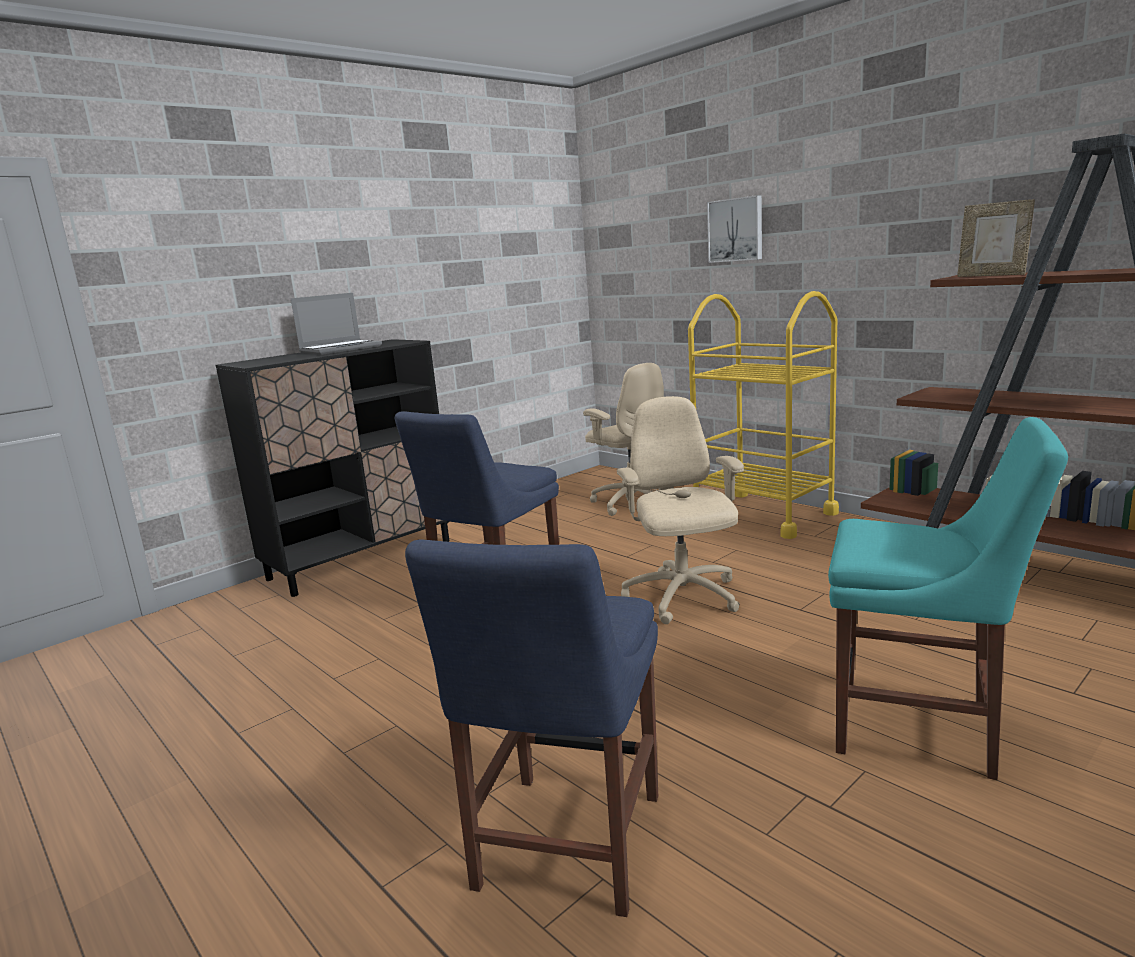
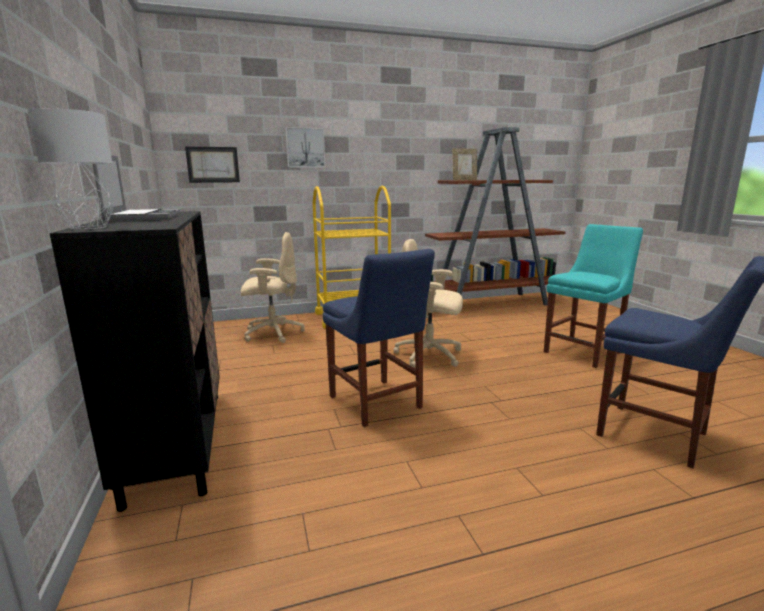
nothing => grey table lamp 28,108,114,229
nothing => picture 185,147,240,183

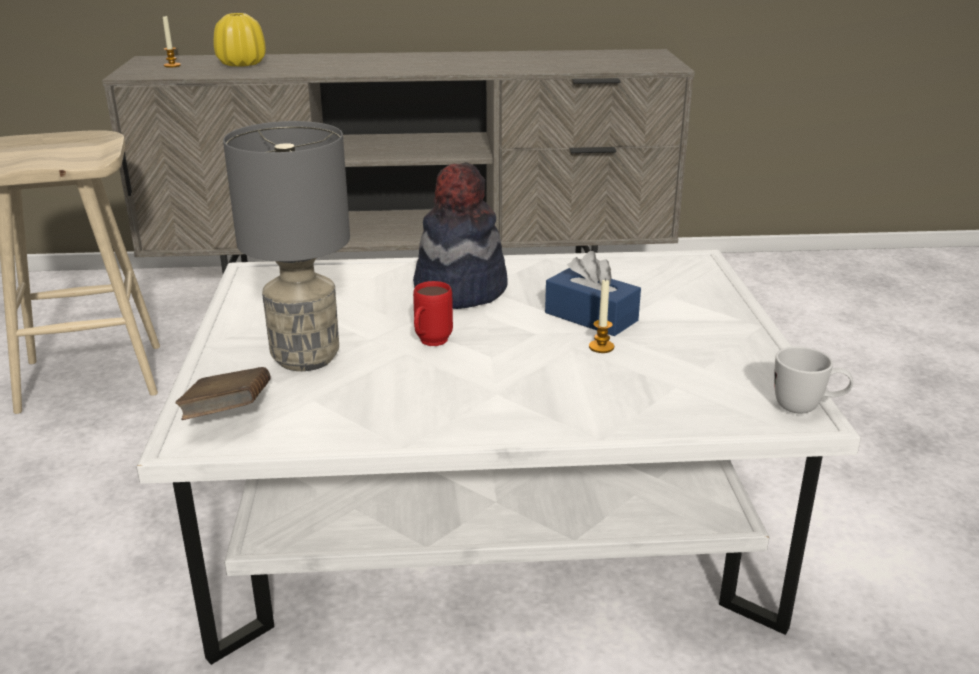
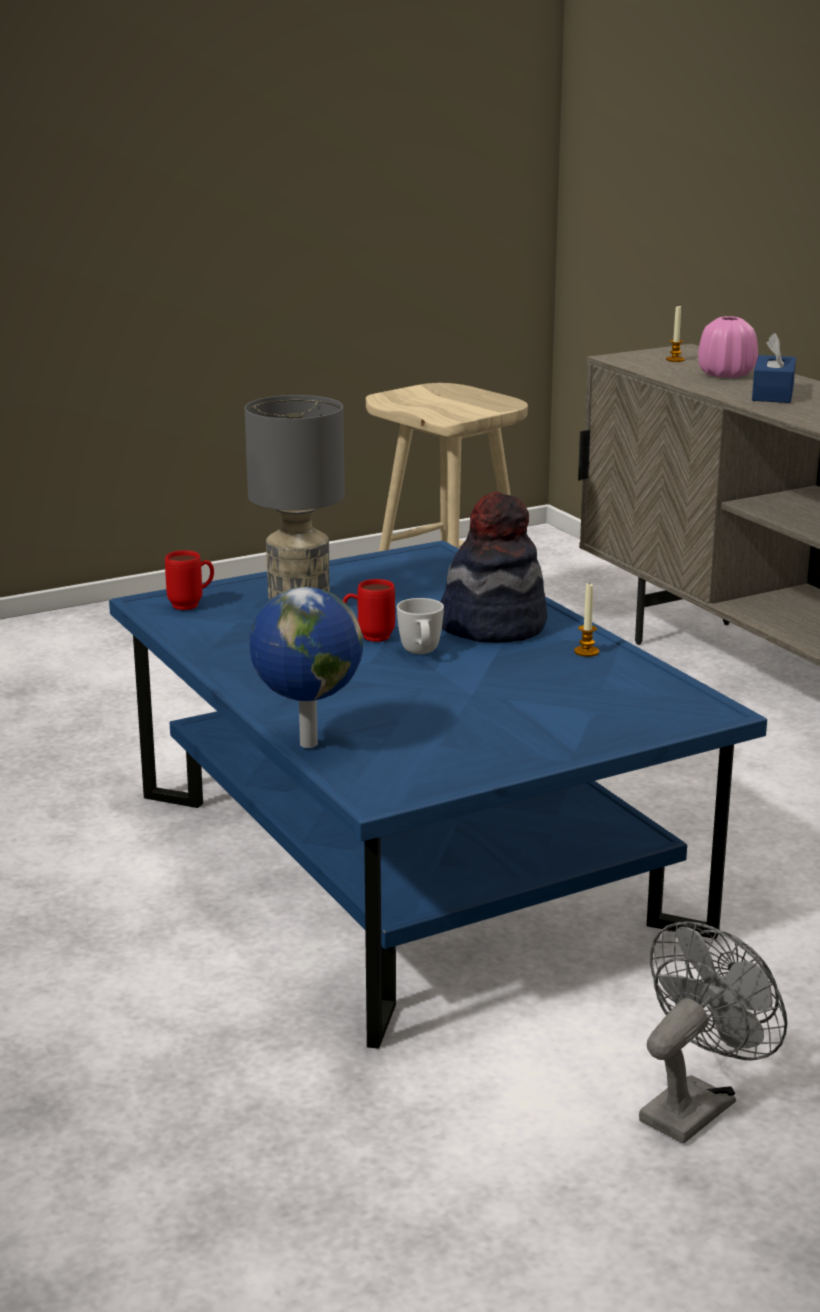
white coffee table 136,250,861,665 => blue coffee table 109,541,767,1049
brown book 175,367,271,420 => red mug 165,550,214,610
yellow vase 214,13,266,67 => pink vase 698,316,758,378
blue tissue box 545,251,641,336 => blue tissue box 752,333,796,403, relocated
candle 589,278,614,353 => candle 574,583,599,657, relocated
white mug 774,347,853,413 => white mug 397,598,444,654, relocated
nothing => globe 249,587,363,748
nothing => grey fan 639,921,787,1143

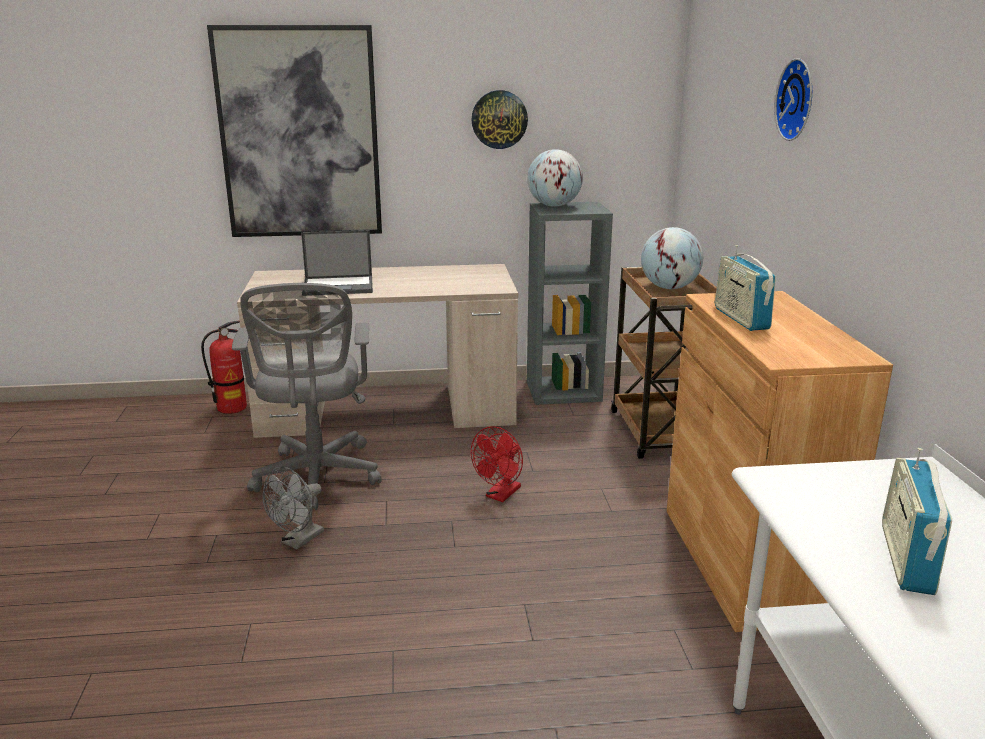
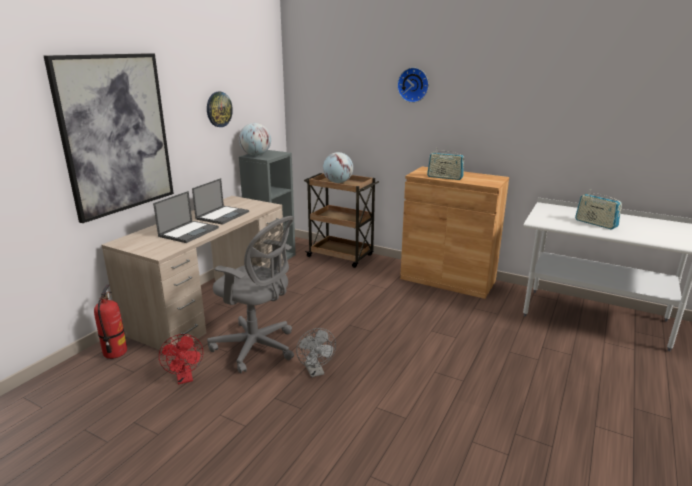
red fan 471,426,523,502 => red fan 159,334,203,384, relocated
nothing => laptop 192,178,249,225

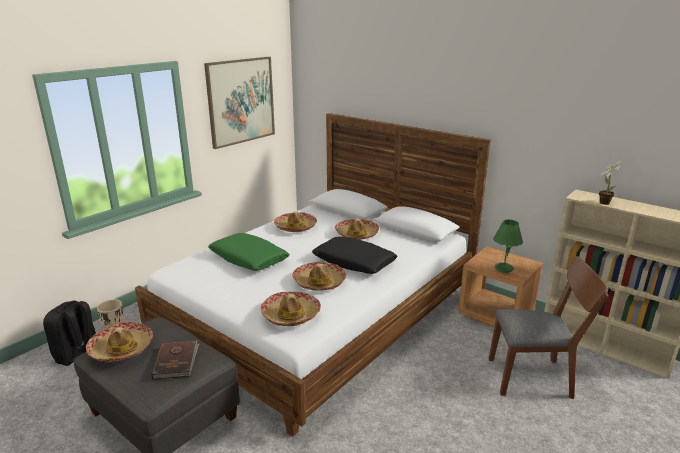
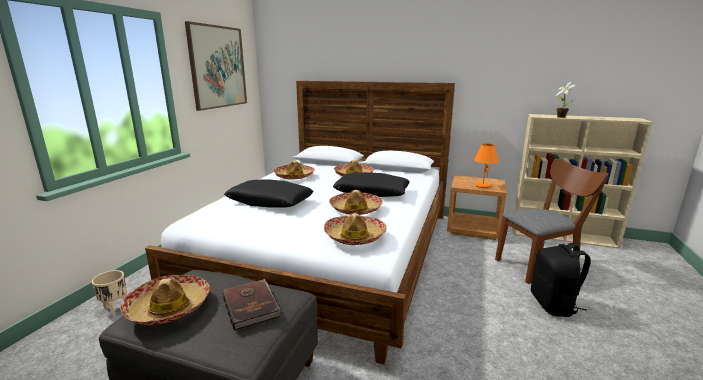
black backpack 43,301,96,366 => black backpack 531,243,591,317, relocated
green pillow 208,233,290,271 => black pillow 224,179,314,207
green table lamp 493,219,523,273 => orange table lamp 474,143,499,188

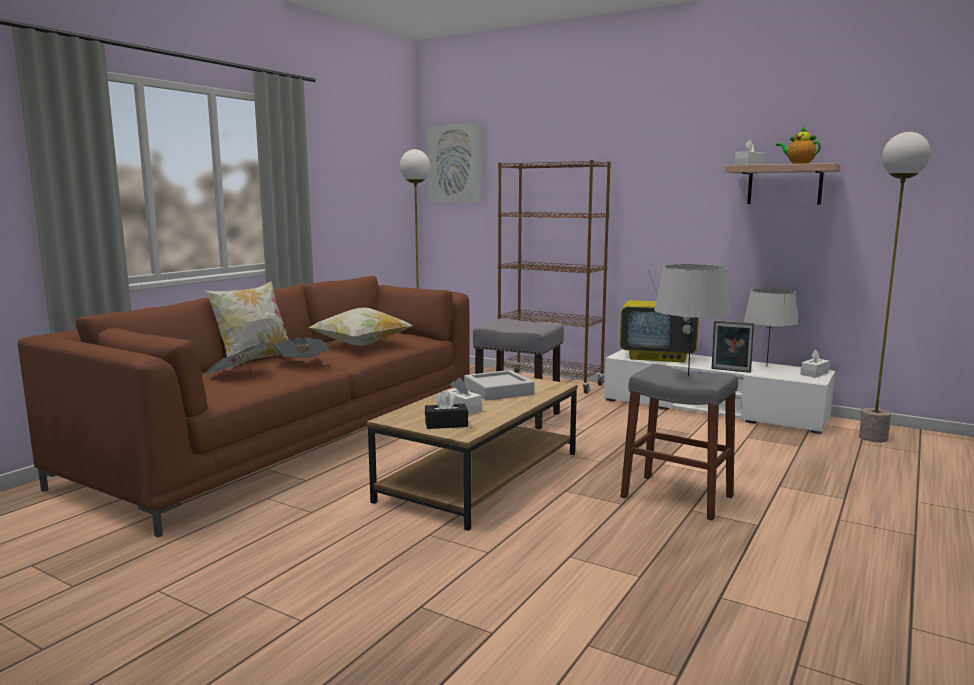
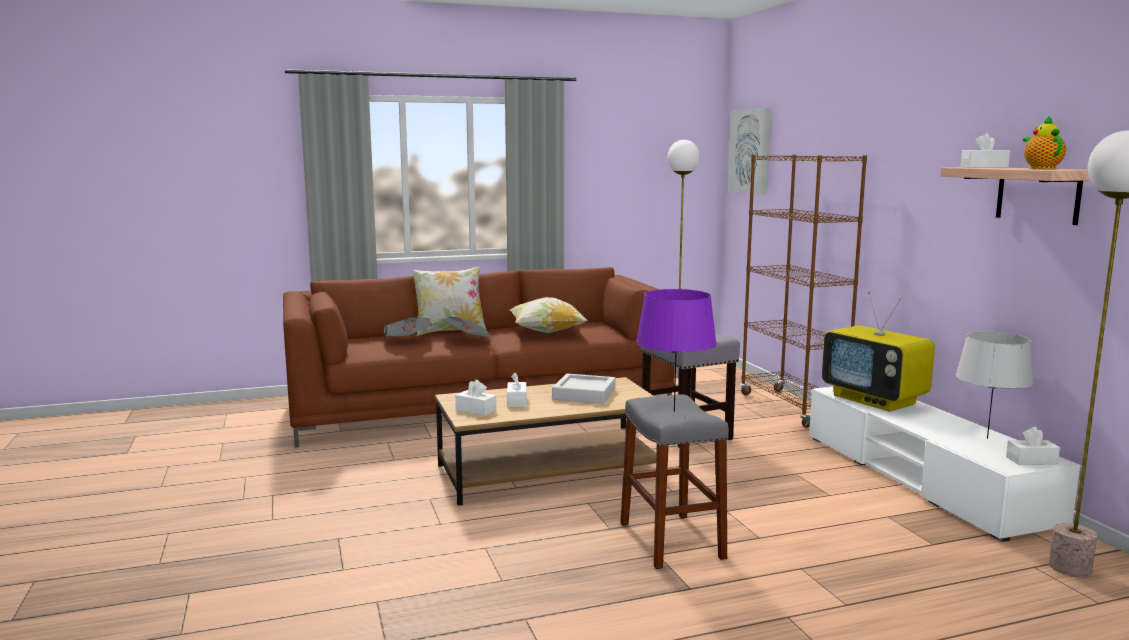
black tissue box 425,390,468,429 => white tissue box 455,380,496,416
grey table lamp 654,264,731,377 => purple table lamp 636,289,717,412
picture frame 712,320,754,373 => nothing

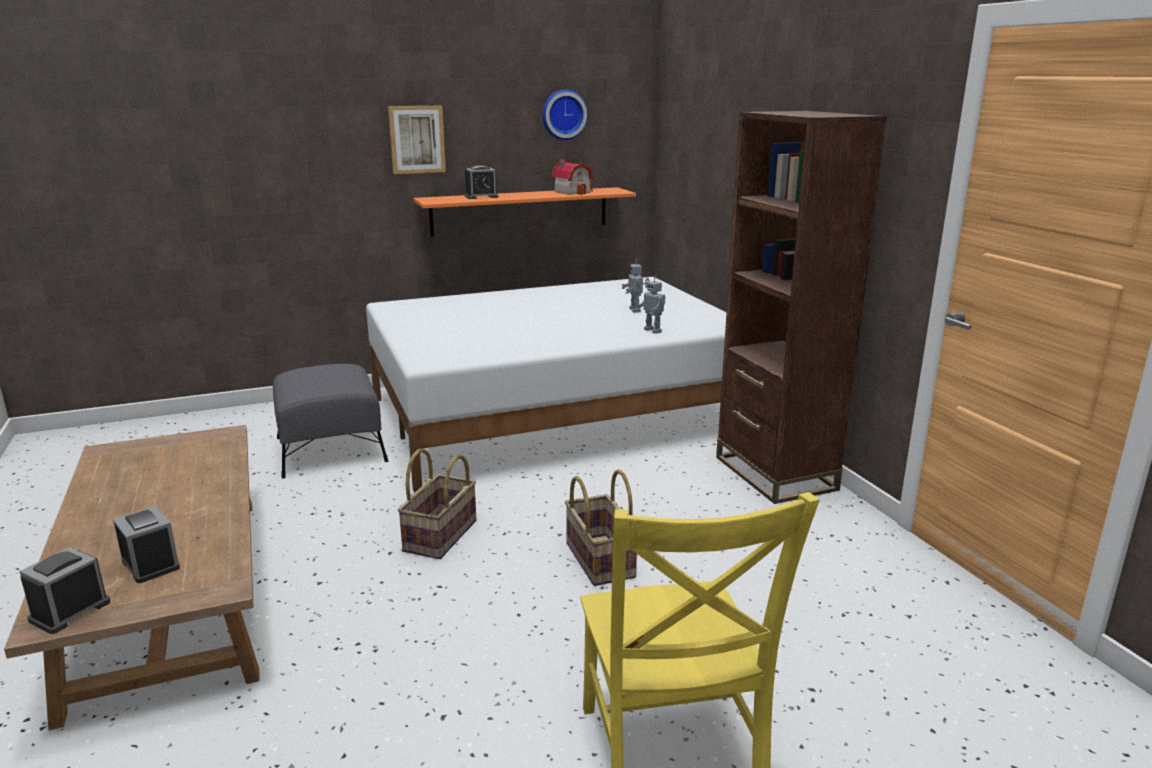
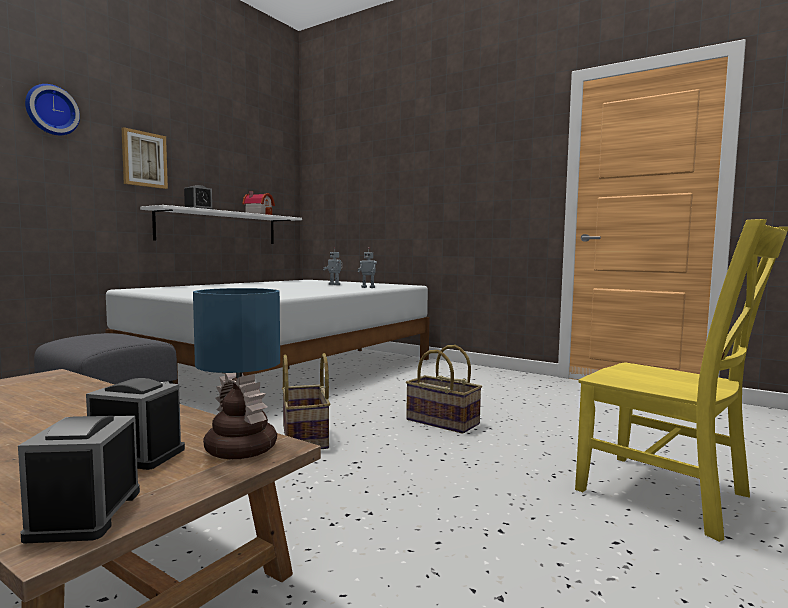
orange shelf 413,187,636,237 => white shelf 140,205,302,244
wall clock 542,89,588,140 => wall clock 25,84,80,135, relocated
brown bookcase 716,111,887,504 => nothing
nothing => table lamp 193,288,280,459

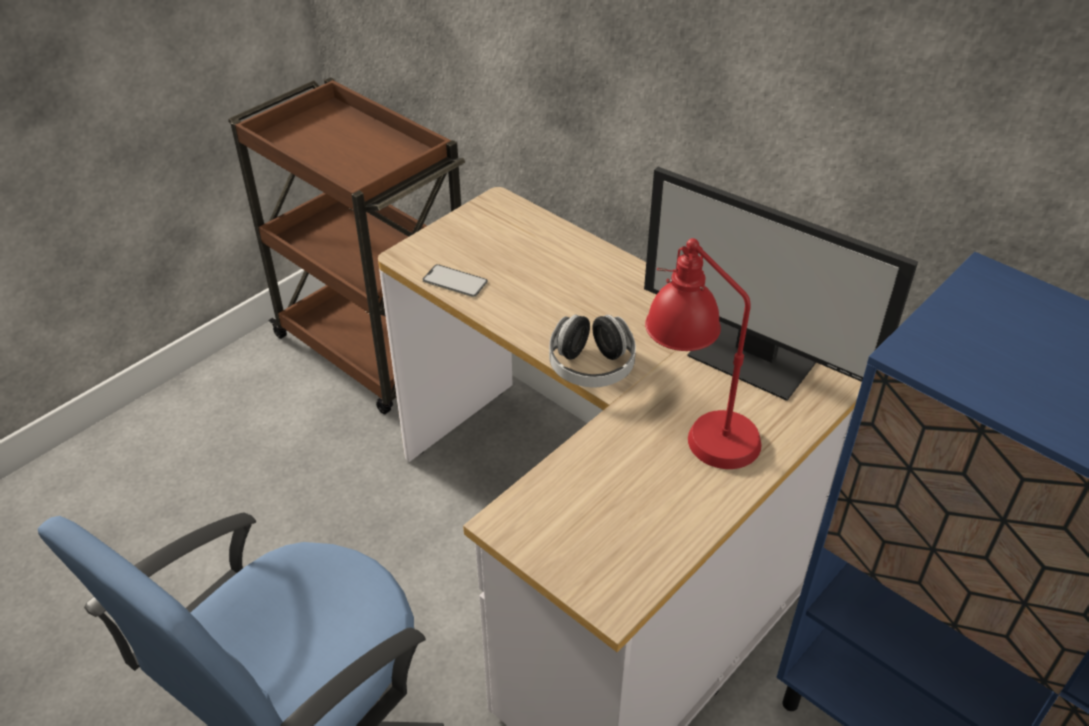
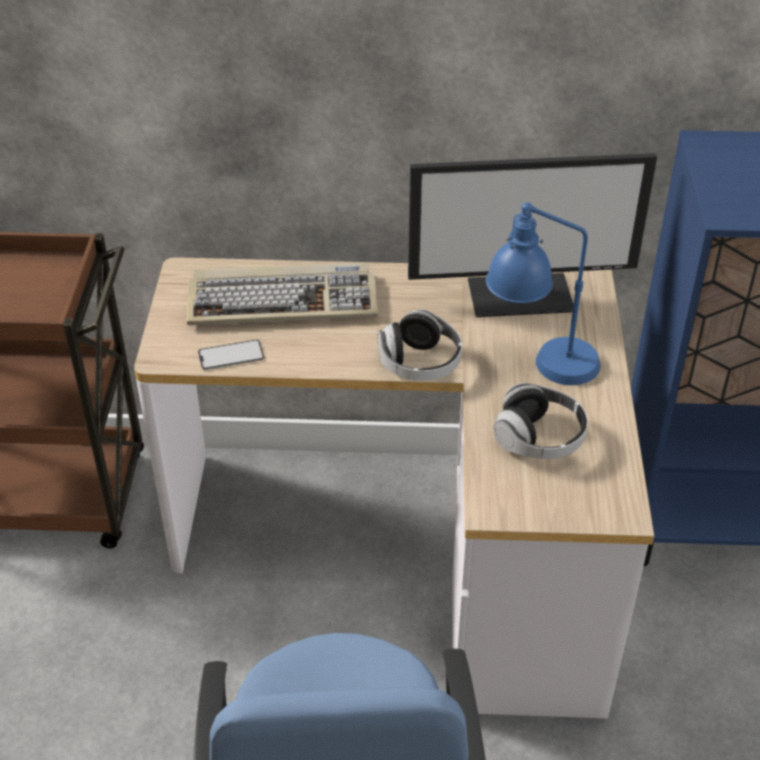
red table lamp 645,238,762,469 => blue table lamp 486,202,600,385
nothing => keyboard 187,263,378,325
nothing => headphones 493,383,588,459

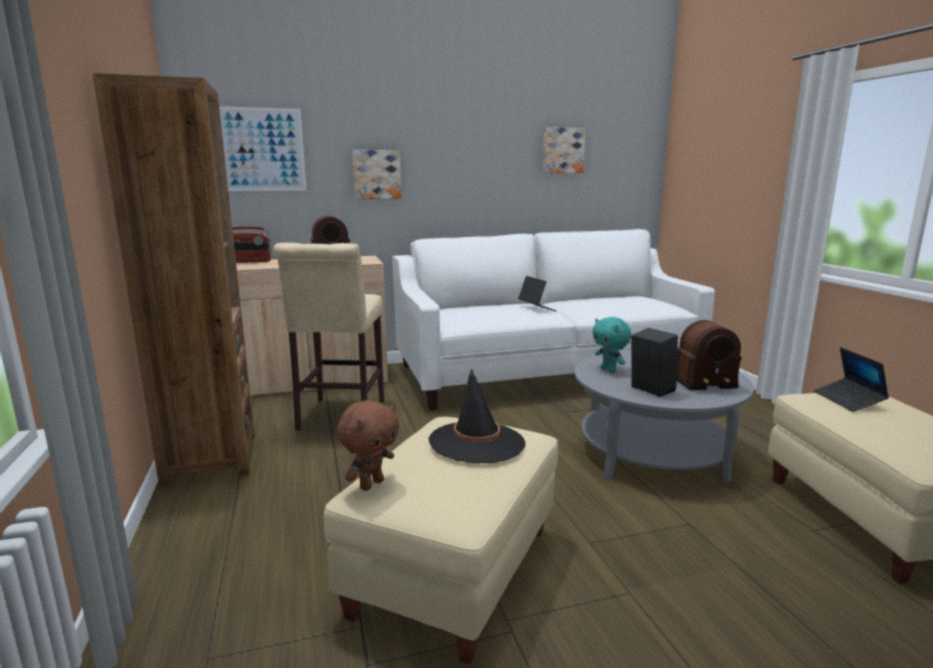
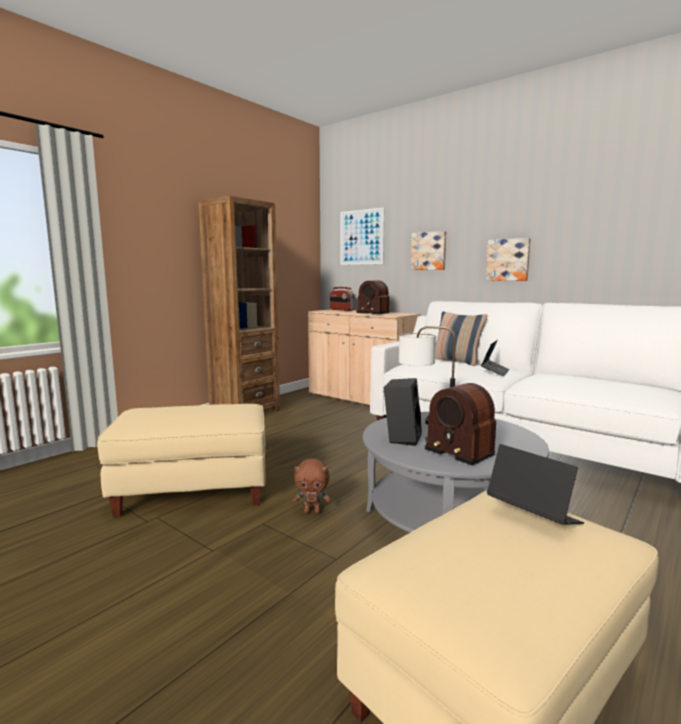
beige stool 273,243,384,431 => nothing
brown plush toy 337,400,399,491 => brown plush toy 293,458,332,514, relocated
black hat 429,368,525,463 => nothing
picture 543,127,586,173 => picture 486,238,531,281, relocated
turquoise plush toy 592,317,631,373 => table lamp 399,326,455,425
laptop 814,347,889,412 => laptop 487,444,584,525, 90 degrees clockwise
nothing => pillow 435,312,487,366

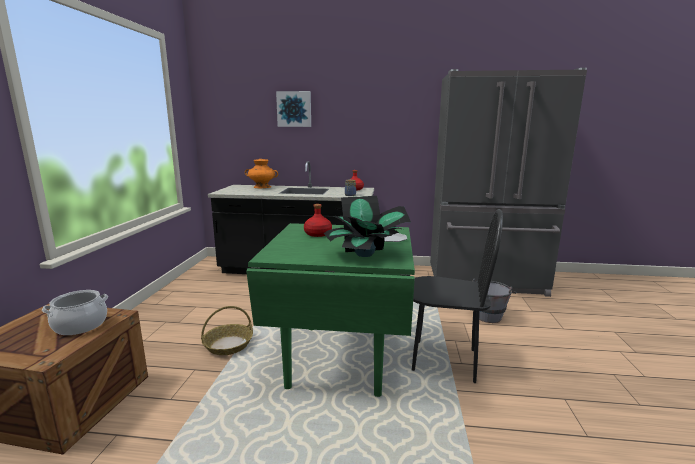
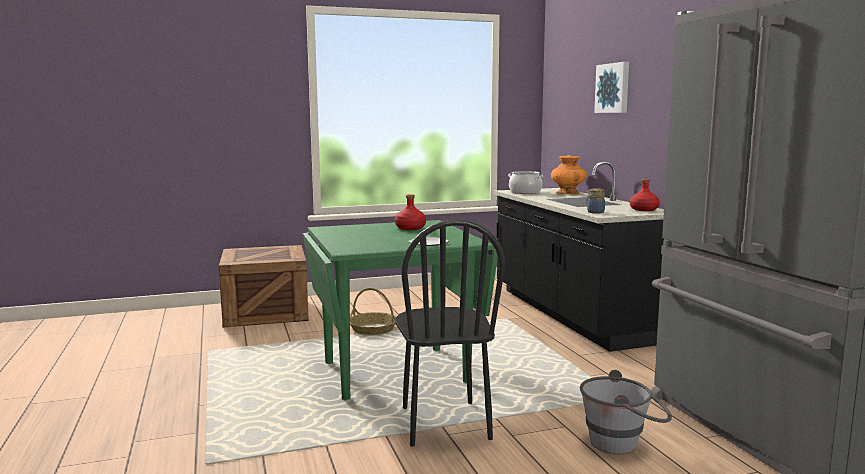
cooking pot 42,290,108,335 => cooking pot 508,171,543,194, relocated
potted plant 324,196,411,257 => nothing

